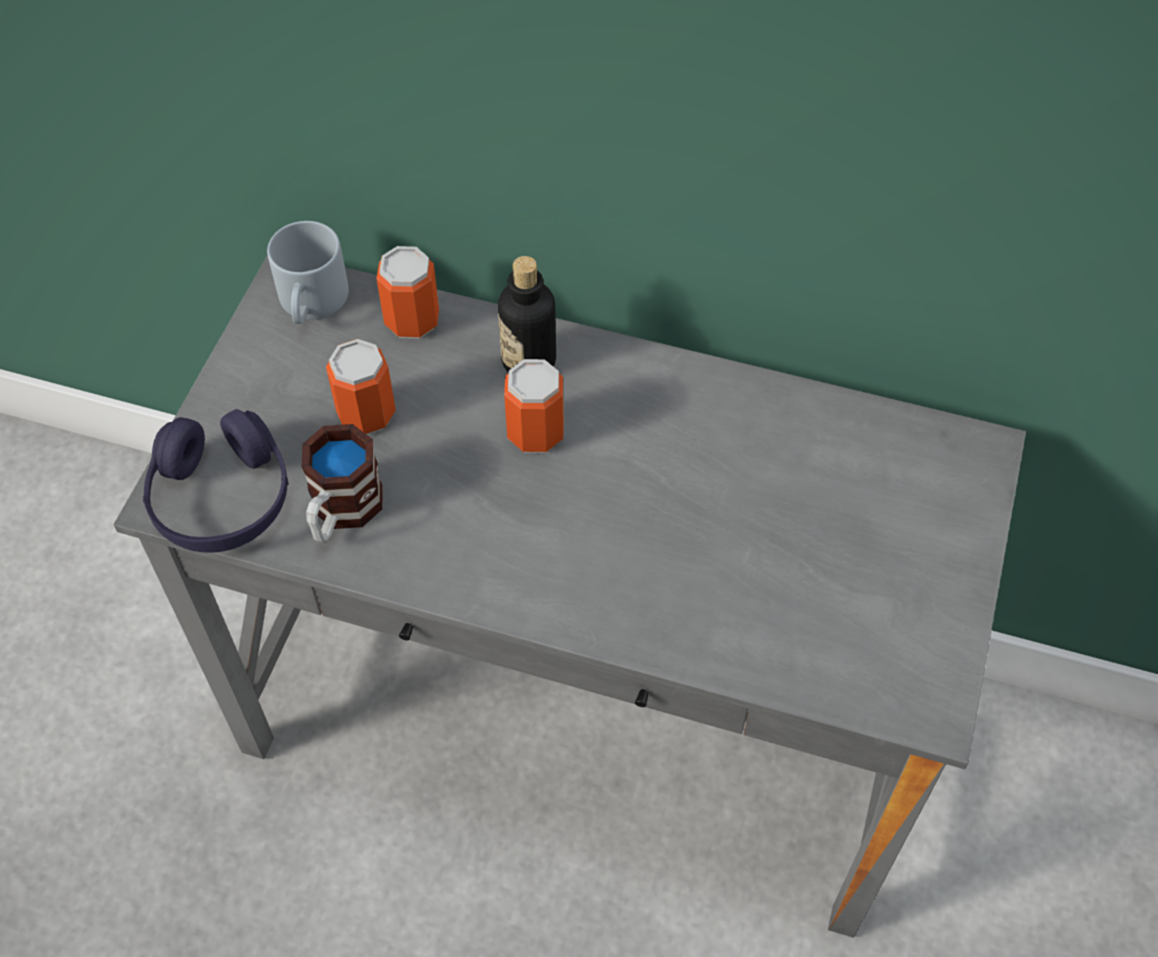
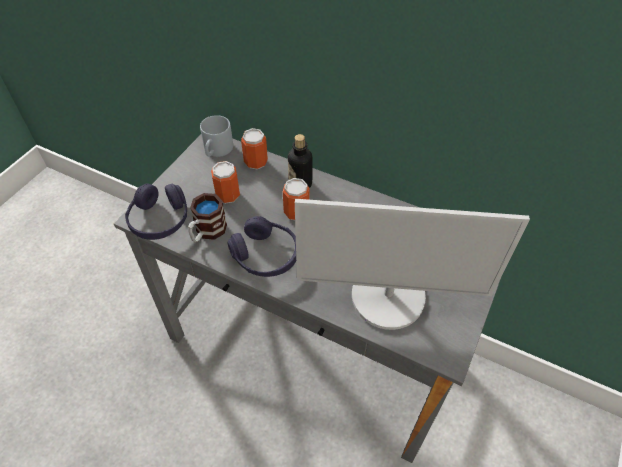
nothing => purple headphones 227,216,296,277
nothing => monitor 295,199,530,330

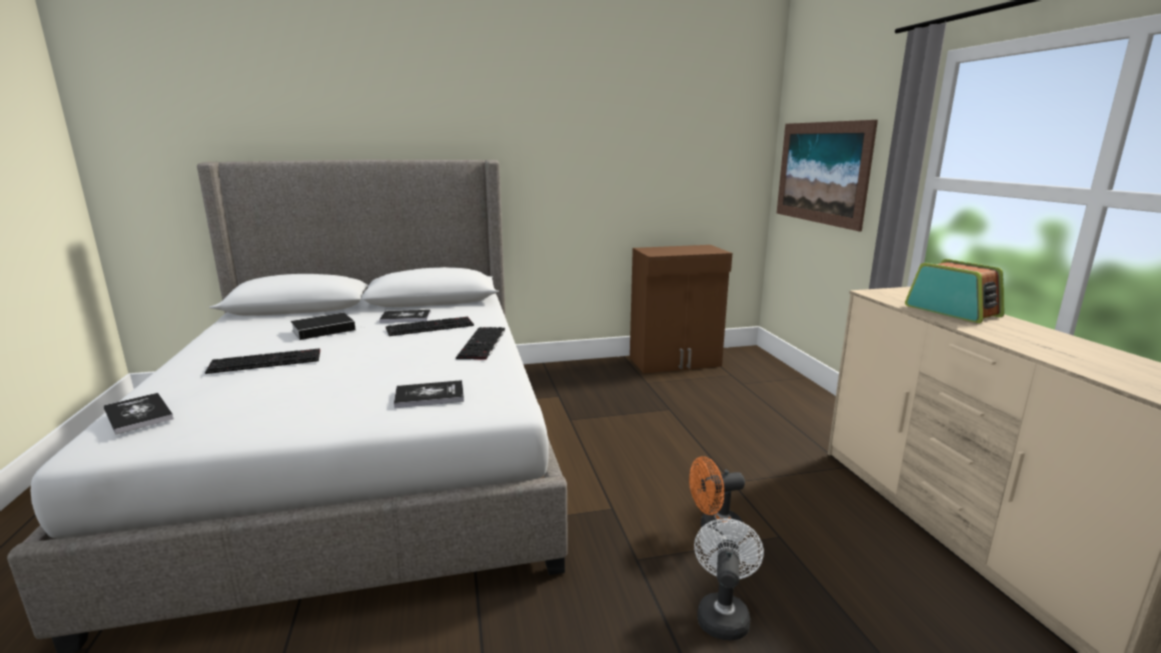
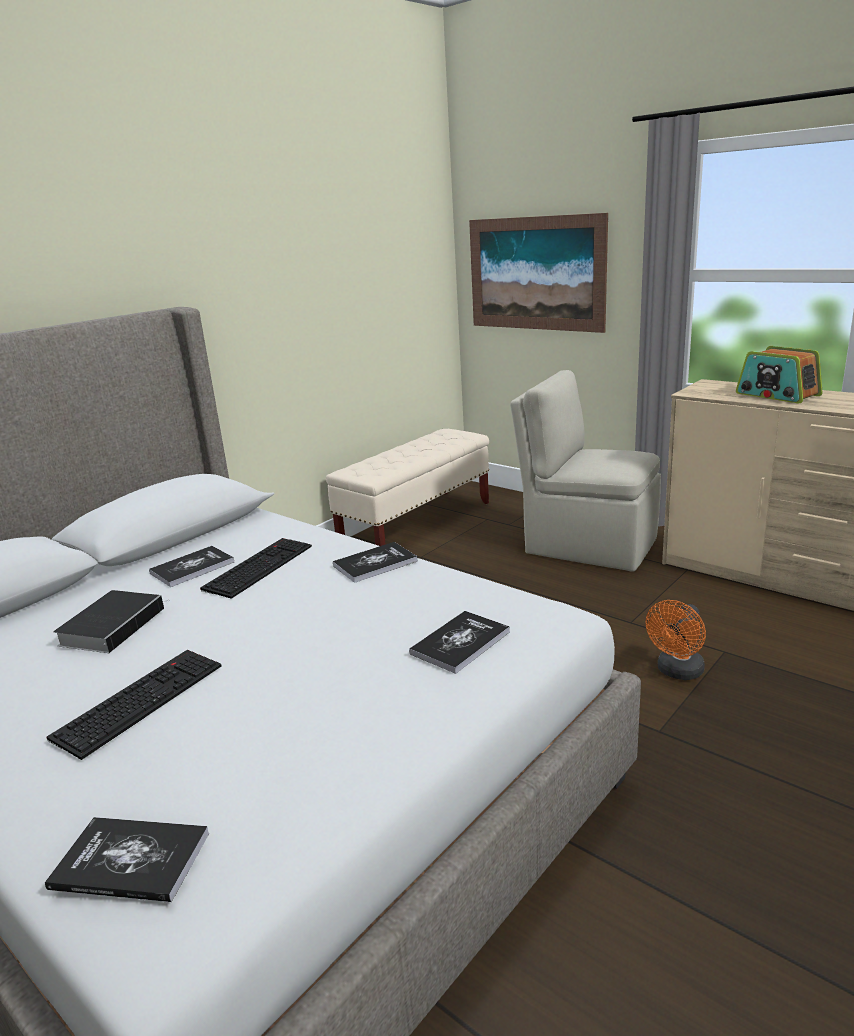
keyboard 456,327,505,360 => book 333,542,418,583
brown cabinet 630,245,732,373 => beige bench 326,429,489,546
white fan 694,518,764,641 => nothing
radio 905,259,1004,323 => radio 736,346,823,403, 150 degrees counterclockwise
nothing => beige chair 510,370,661,572

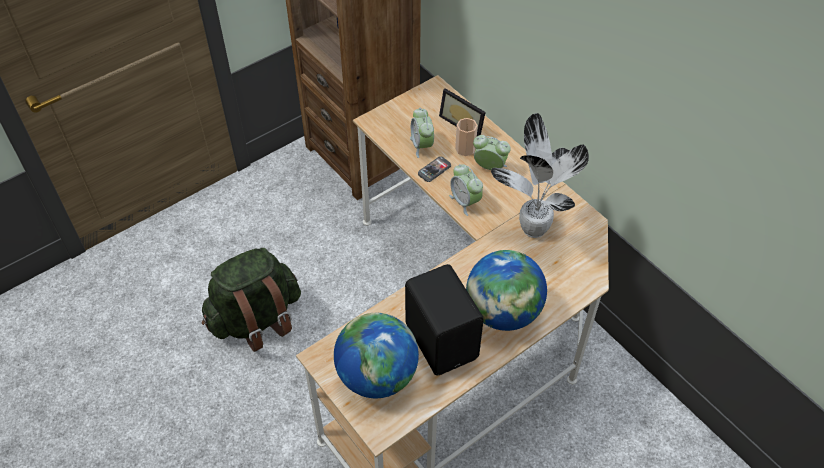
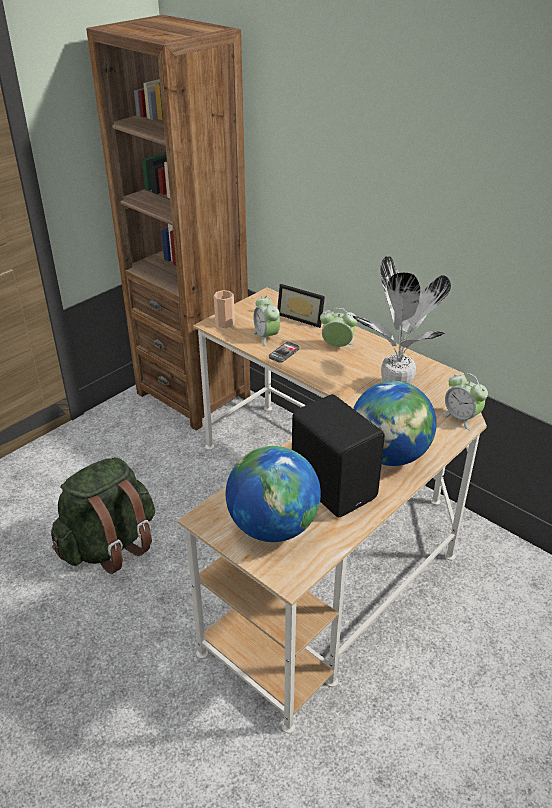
alarm clock 449,164,483,216 => alarm clock 441,373,488,431, relocated
cup 455,118,478,156 => cup 214,290,235,328, relocated

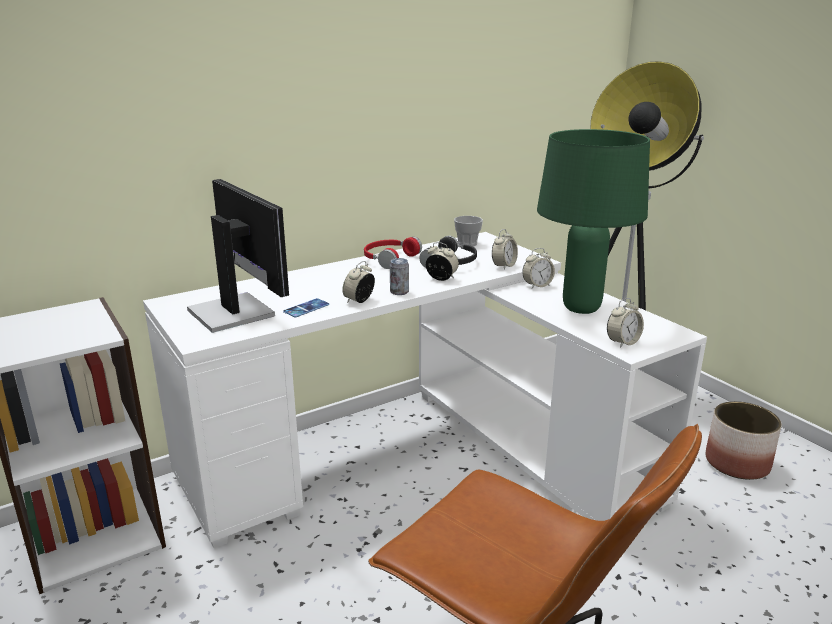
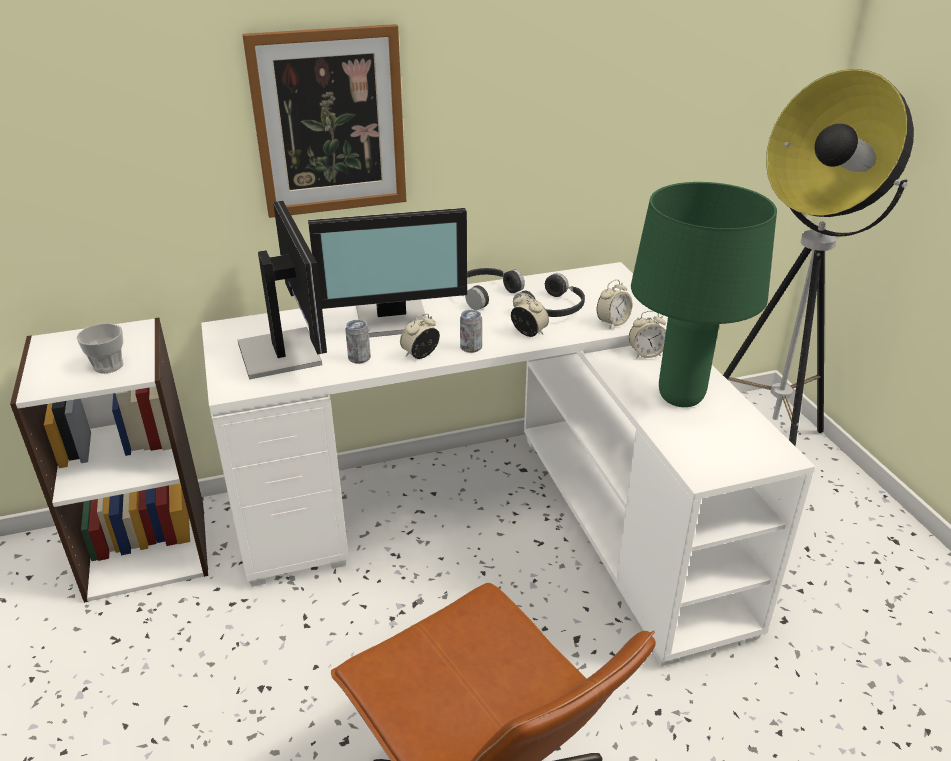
phone 283,298,329,317 => can 345,320,371,364
red headphones 364,237,422,269 => black headphones 463,268,525,310
cup 454,216,483,247 => cup 77,323,124,374, relocated
alarm clock 607,298,644,348 => nothing
planter 705,401,782,480 => nothing
nothing => picture 242,24,406,218
nothing => monitor 308,208,467,337

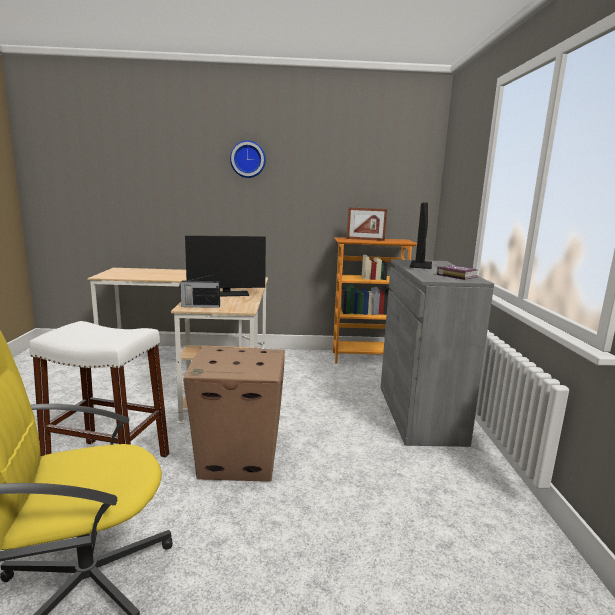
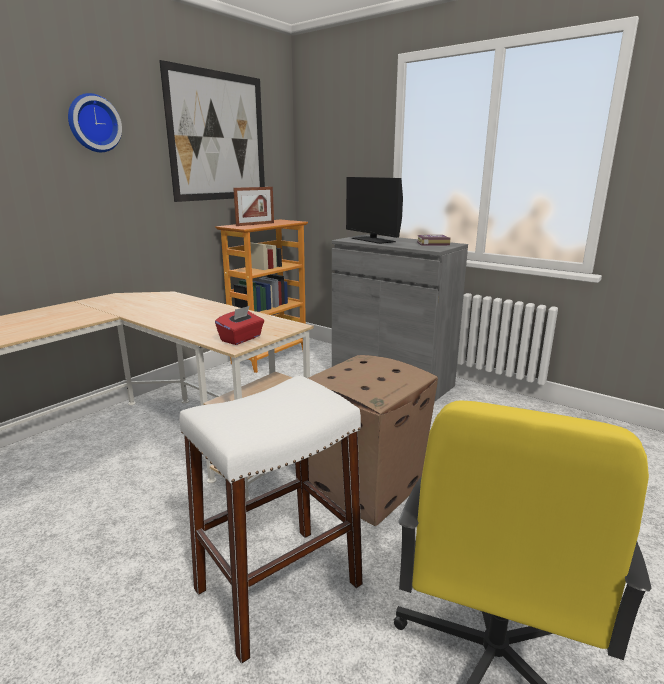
radio 179,275,220,308 => red tissue box 215,306,264,345
monitor 185,236,266,297 => nothing
nothing => picture 159,60,265,202

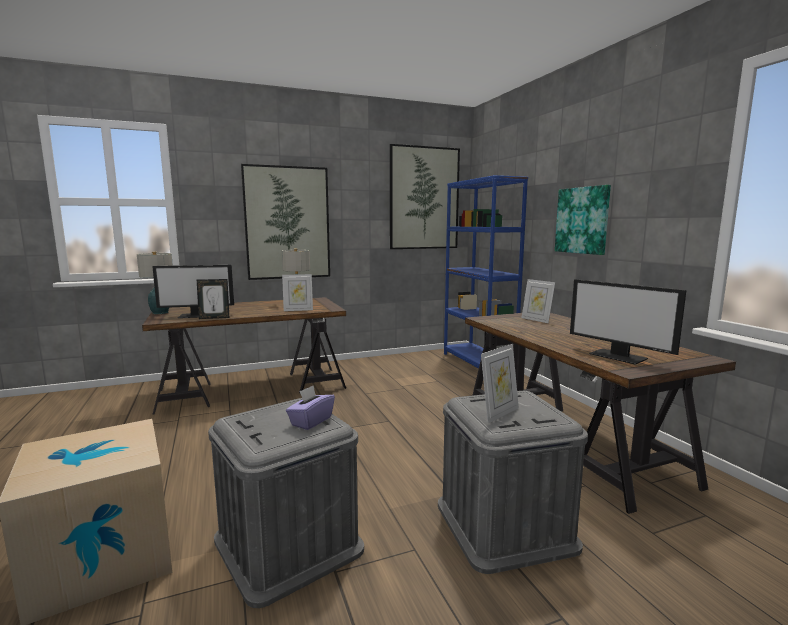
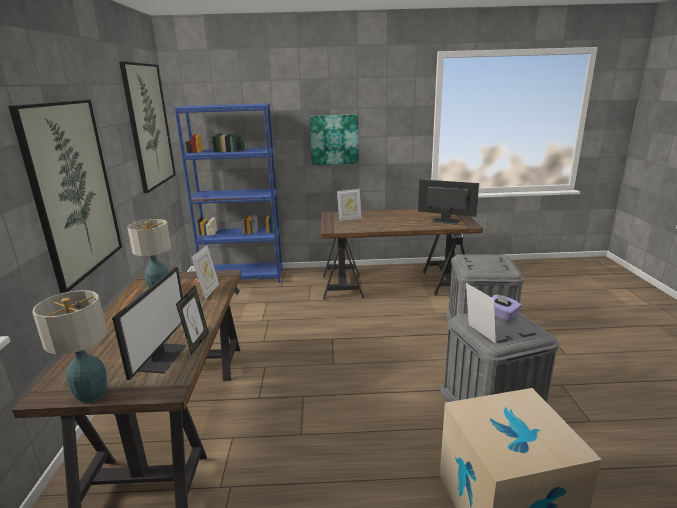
picture frame 481,344,519,424 => picture frame 466,283,496,343, relocated
monitor 570,279,686,365 => monitor 418,179,479,225, 135 degrees counterclockwise

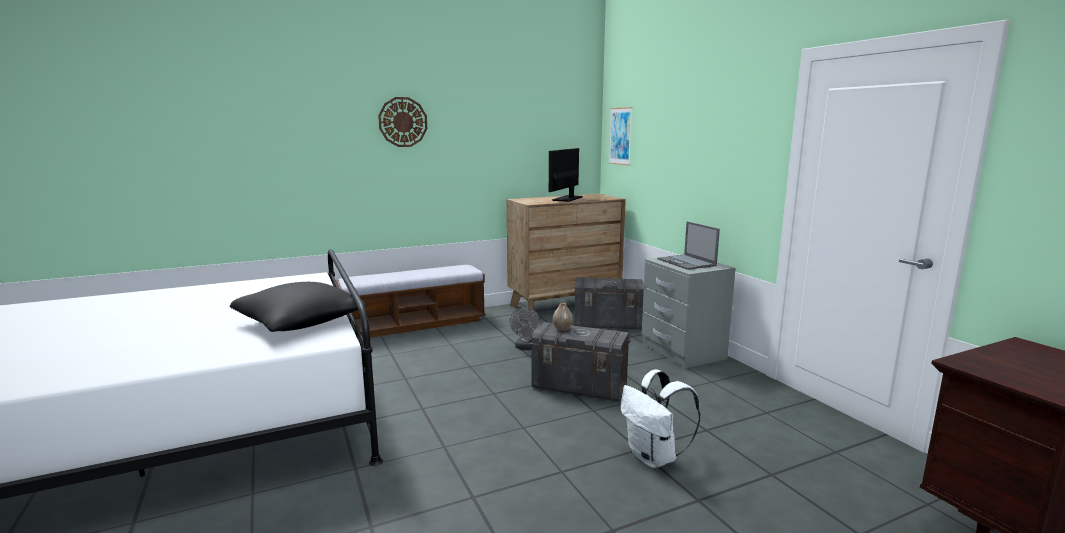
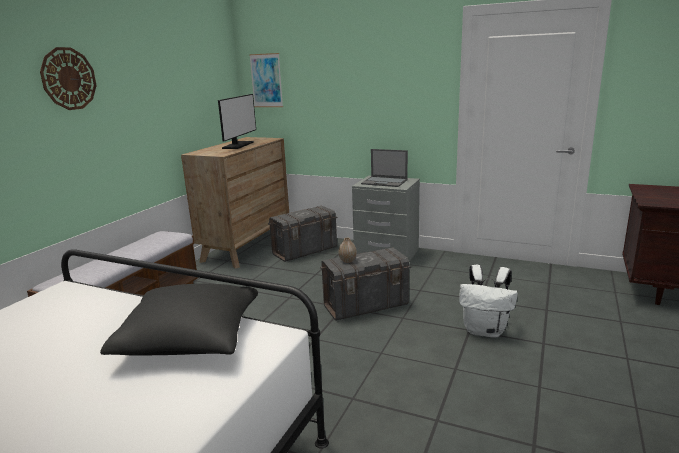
grey fan 510,307,540,350 => nothing
monitor 549,148,583,202 => monitor 218,94,256,149, 150 degrees counterclockwise

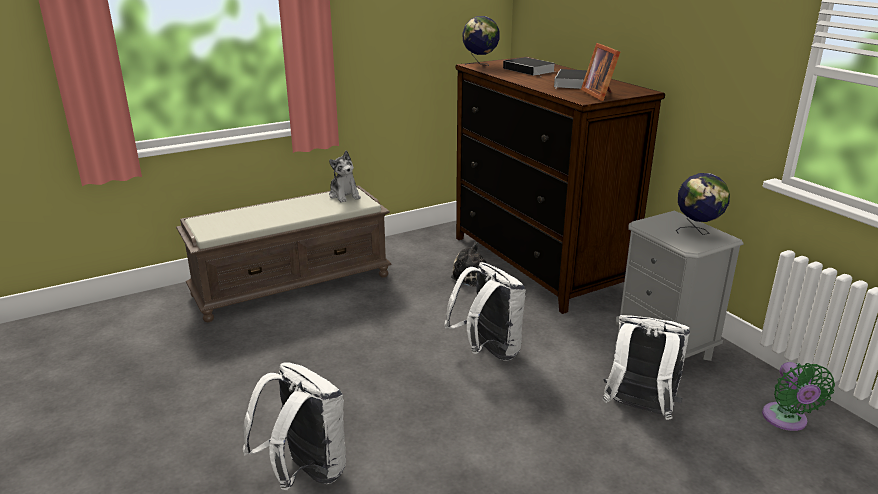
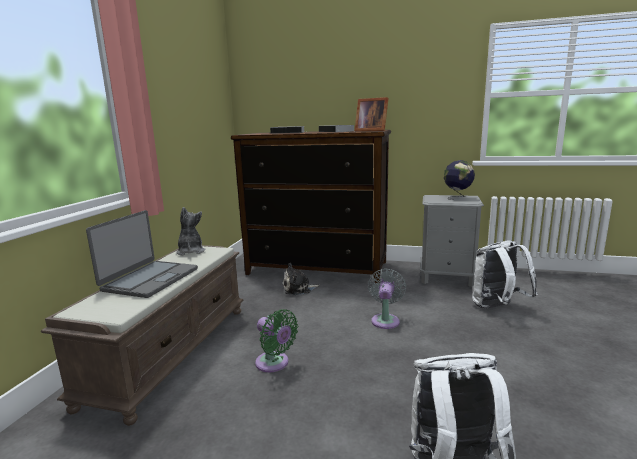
plush toy 329,151,361,203 => plush toy 176,207,205,255, 120 degrees counterclockwise
white backpack 444,262,526,361 => grey fan 368,269,406,329
globe 462,16,500,66 => nothing
green fan 762,362,835,431 => green fan 255,309,298,372, relocated
nothing => laptop 86,210,198,298

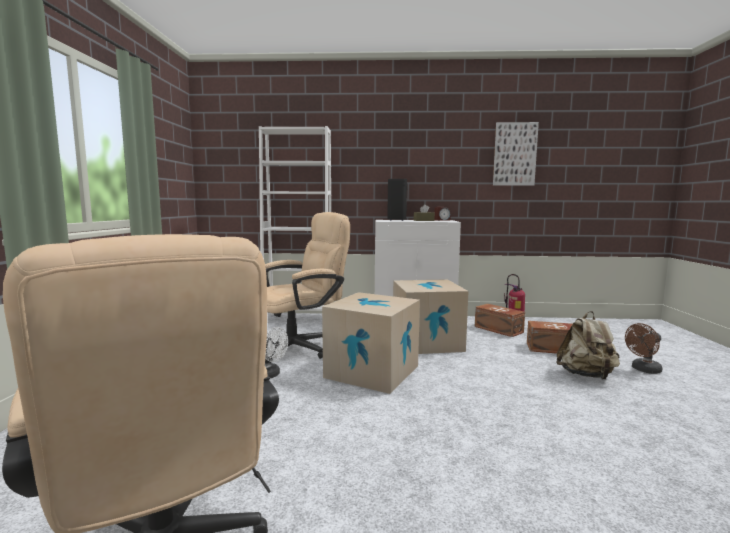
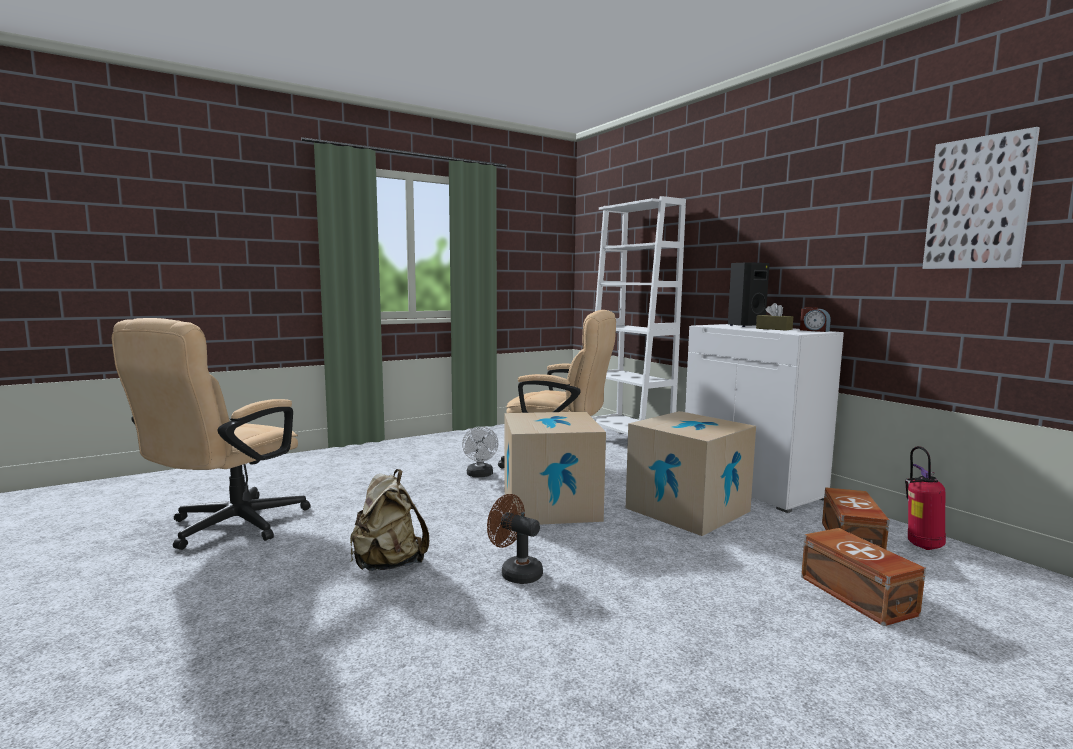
beige backpack 556,311,620,380 => beige backpack 350,469,429,571, relocated
brown fan 625,323,663,374 => brown fan 487,494,543,584, relocated

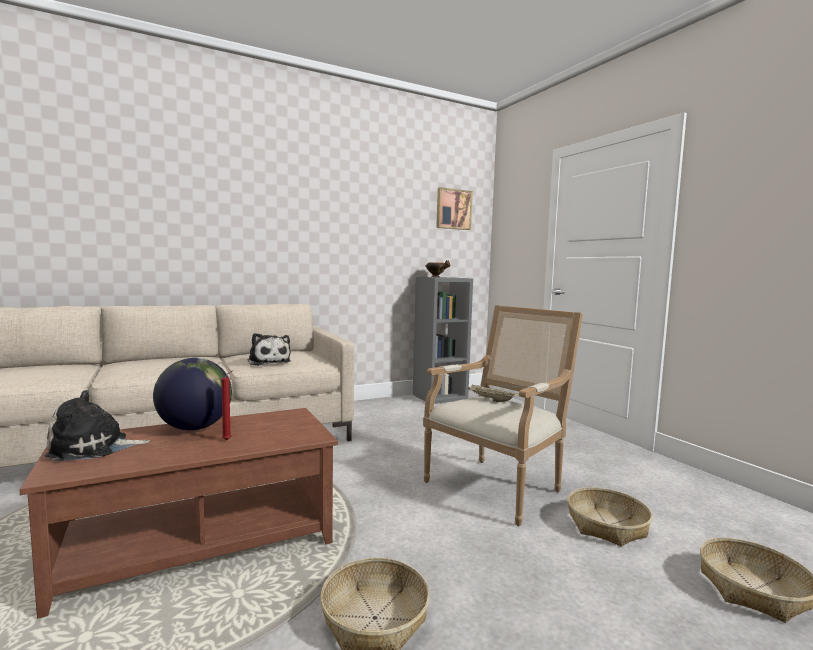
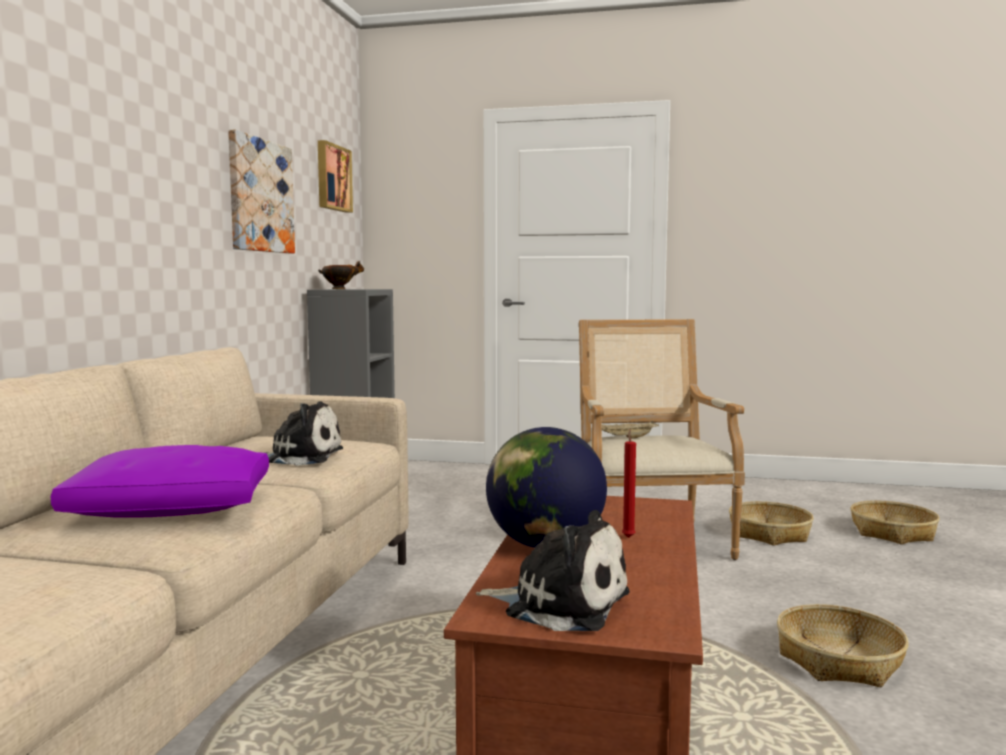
plush toy 44,390,150,461 => plush toy 476,510,630,631, 90 degrees counterclockwise
nothing => purple pillow 50,445,269,518
nothing => picture 228,129,295,253

